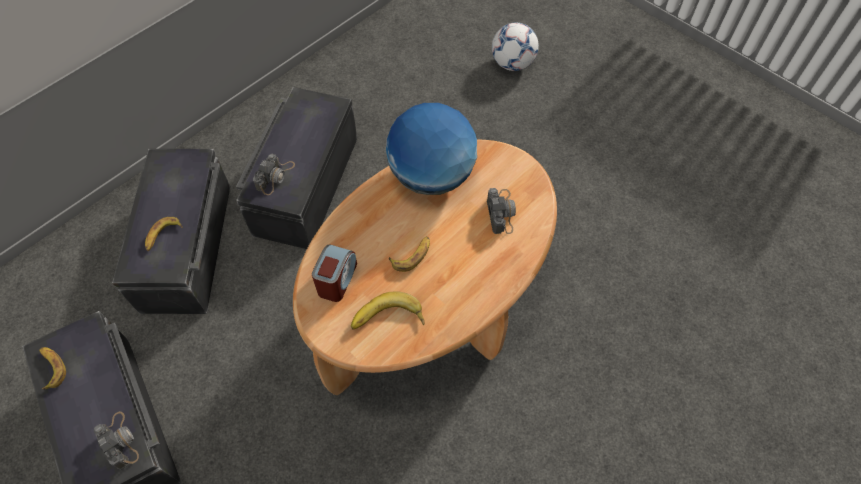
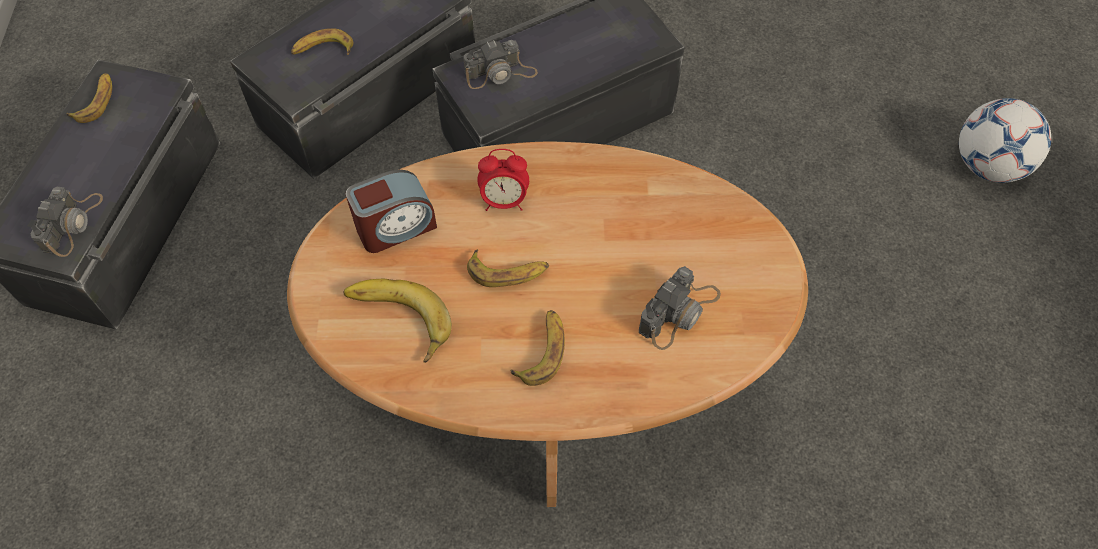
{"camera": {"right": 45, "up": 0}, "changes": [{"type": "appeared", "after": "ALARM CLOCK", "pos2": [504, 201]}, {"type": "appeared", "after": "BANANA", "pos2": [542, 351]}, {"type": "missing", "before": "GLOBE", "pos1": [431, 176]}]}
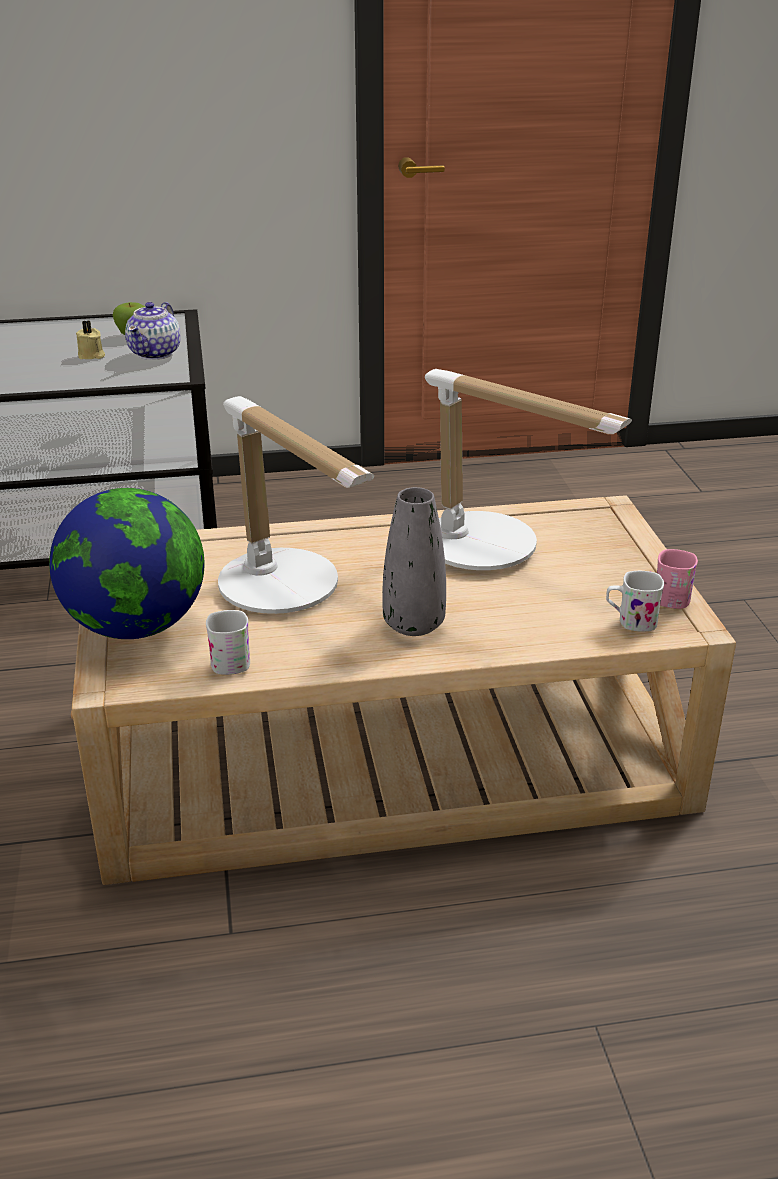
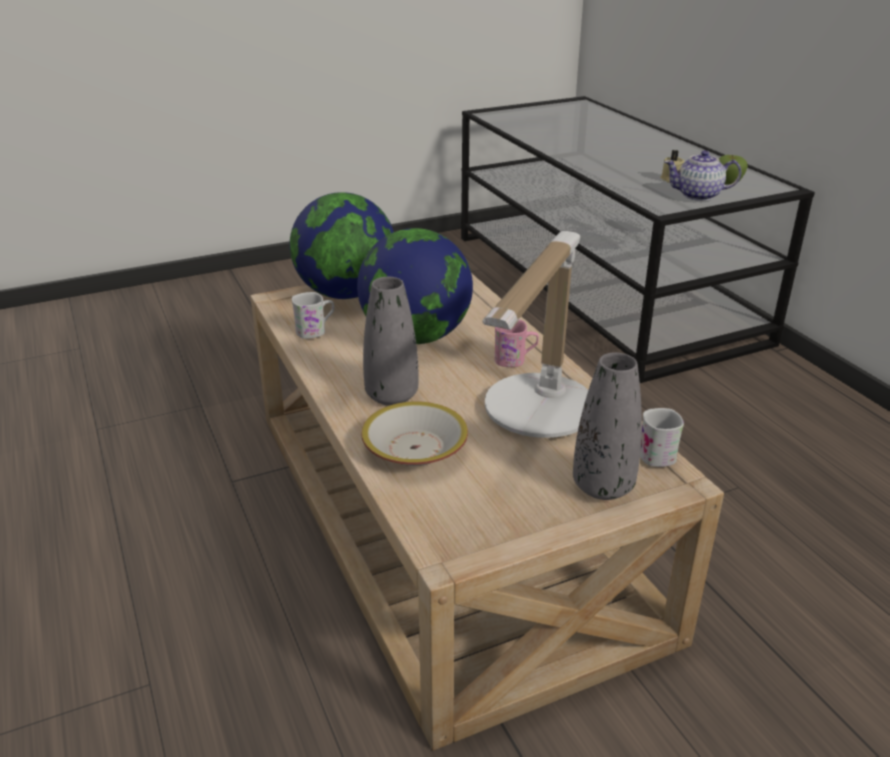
{"camera": {"right": 75, "up": 0}, "changes": [{"type": "exchanged", "before": "TABLE LAMP", "after": "GLOBE", "pos1": [287, 593], "pos2": [416, 337]}, {"type": "appeared", "after": "BOWL", "pos2": [414, 449]}, {"type": "relocated", "before": "PINK MUG", "pos1": [672, 595], "pos2": [515, 360]}, {"type": "appeared", "after": "GREY VASE", "pos2": [603, 486]}, {"type": "relocated", "before": "WHITE MUG", "pos1": [630, 621], "pos2": [654, 452]}]}
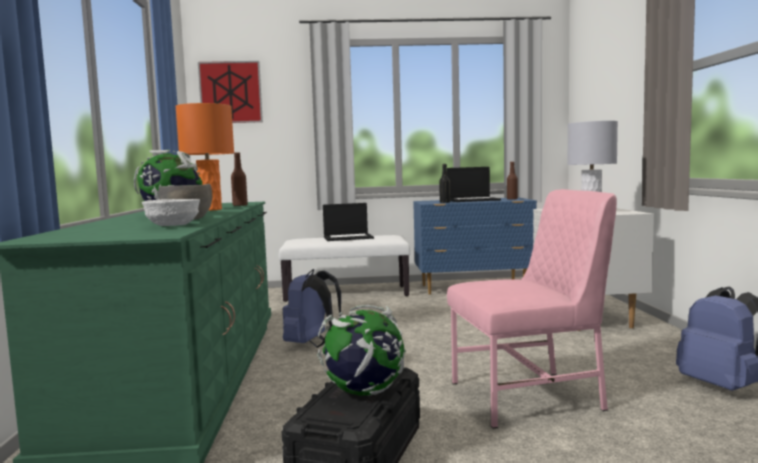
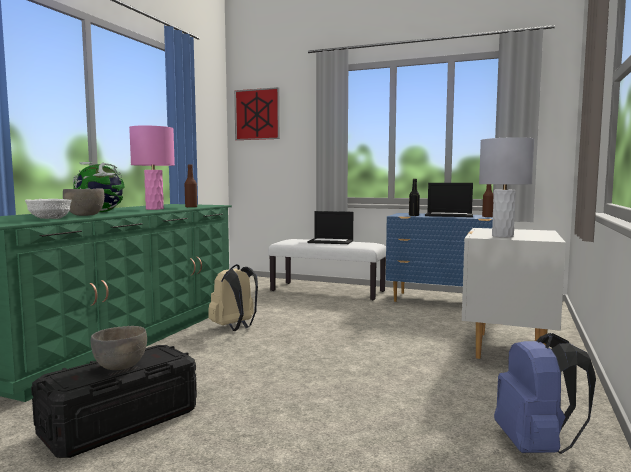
{"camera": {"right": 25, "up": 0}, "changes": [{"type": "exchanged", "before": "GLOBE", "after": "GREY BOWL", "pos1": [363, 392], "pos2": [121, 367]}, {"type": "colour", "before": "ORANGE TABLE LAMP", "after": "PINK TABLE LAMP", "pos1": [211, 209], "pos2": [155, 209]}, {"type": "colour", "before": "BLUE BACKPACK", "after": "BEIGE BACKPACK", "pos1": [311, 344], "pos2": [235, 327]}, {"type": "missing", "before": "PINK CHAIR", "pos1": [528, 396]}]}
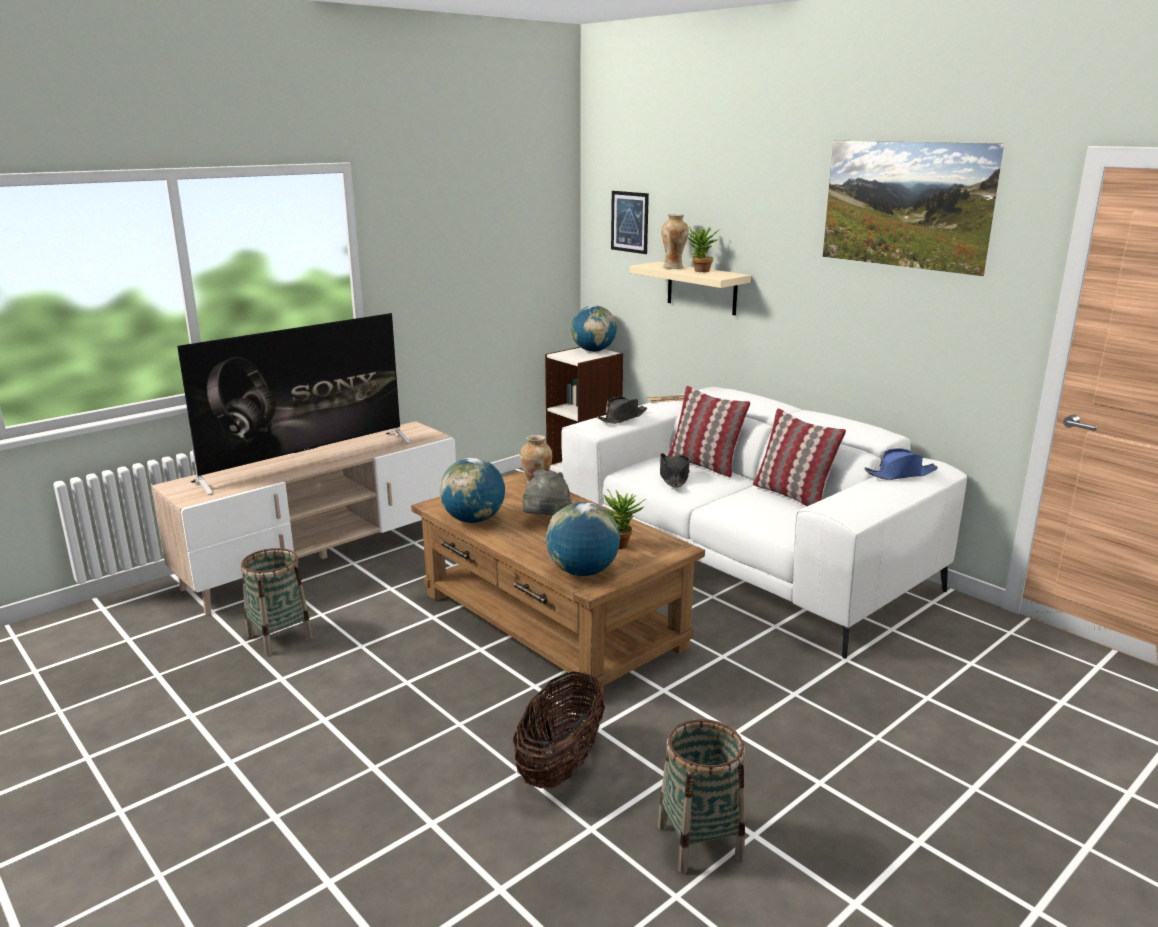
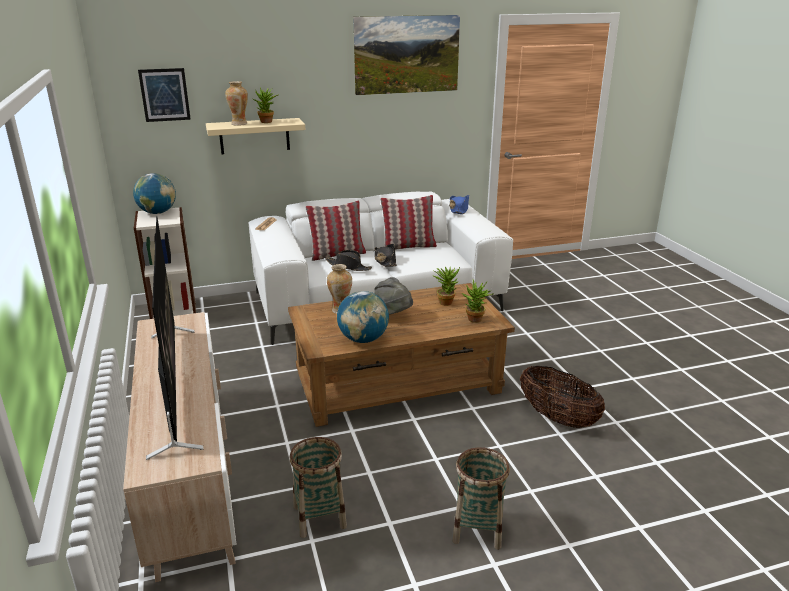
{"camera": {"right": -65, "up": 5}, "changes": [{"type": "relocated", "before": "BLACK HAT", "pos1": [622, 418], "pos2": [385, 261]}, {"type": "relocated", "before": "BASKET", "pos1": [699, 842], "pos2": [478, 529]}, {"type": "exchanged", "before": "GLOBE", "after": "POTTED PLANT", "pos1": [582, 572], "pos2": [475, 320]}]}
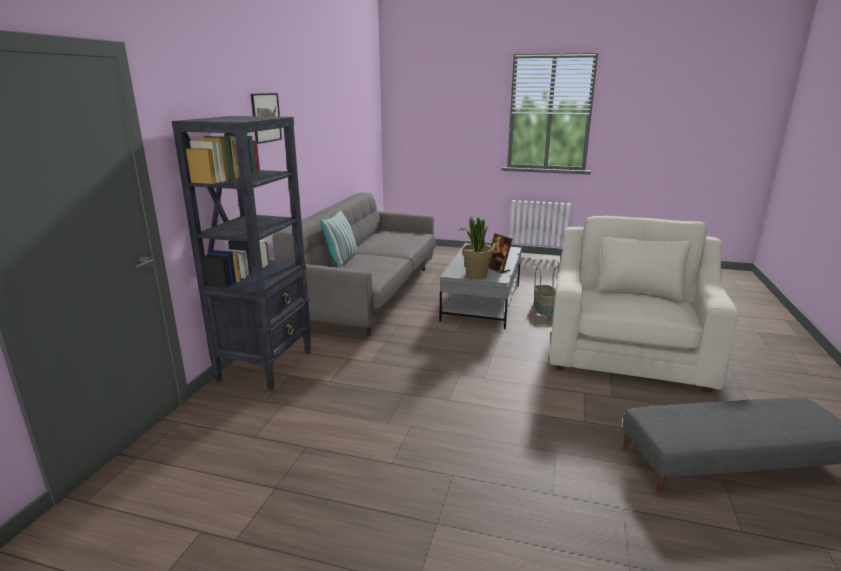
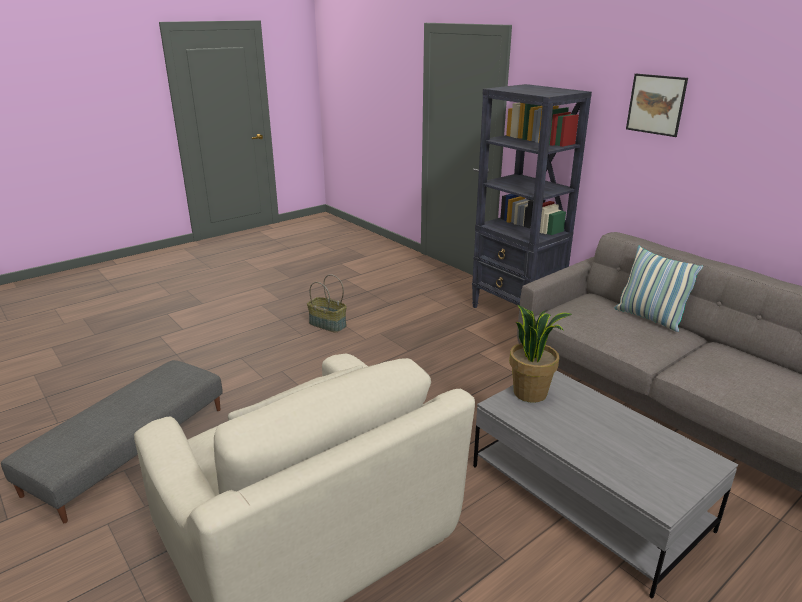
{"camera": {"right": 125, "up": 5}, "changes": [{"type": "relocated", "before": "BASKET", "pos1": [545, 309], "pos2": [327, 324]}, {"type": "missing", "before": "PICTURE FRAME", "pos1": [498, 269]}]}
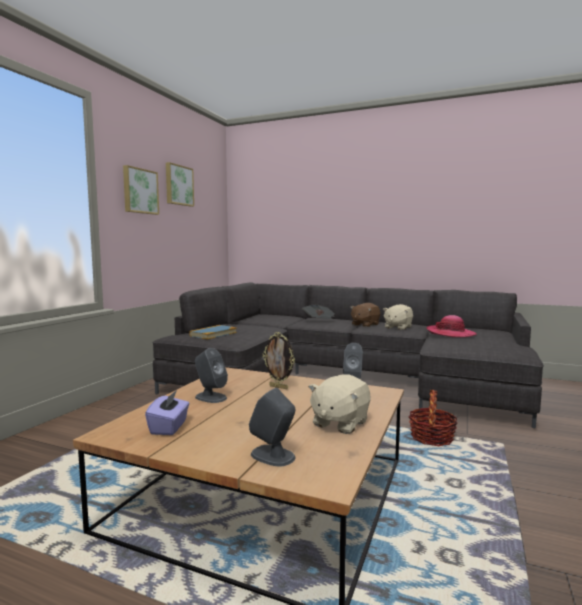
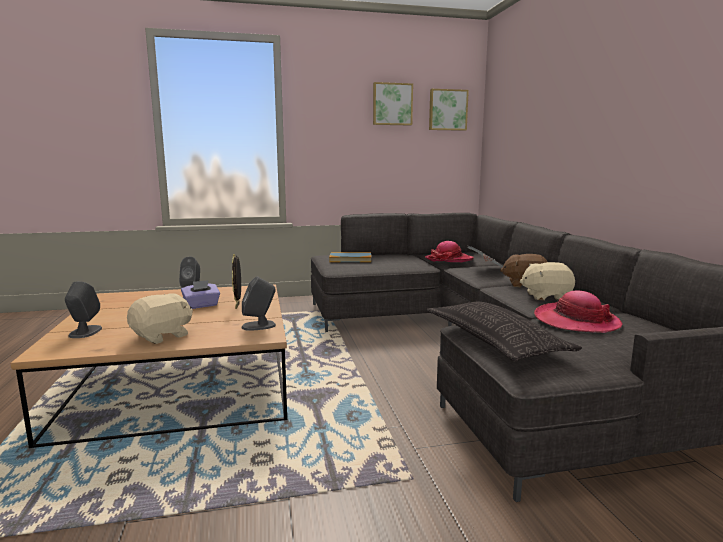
{"camera": {"right": 55, "up": 5}, "changes": [{"type": "spun", "before": "BEIGE PLUSH TOY", "pos1": [339, 423], "pos2": [162, 336], "turn": 135}, {"type": "relocated", "before": "PURPLE TISSUE BOX", "pos1": [169, 427], "pos2": [201, 305]}, {"type": "appeared", "after": "HAT", "pos2": [448, 259]}, {"type": "appeared", "after": "PILLOW", "pos2": [494, 340]}, {"type": "relocated", "before": "PICTURE", "pos1": [140, 191], "pos2": [447, 110]}, {"type": "missing", "before": "BASKET", "pos1": [431, 438]}]}
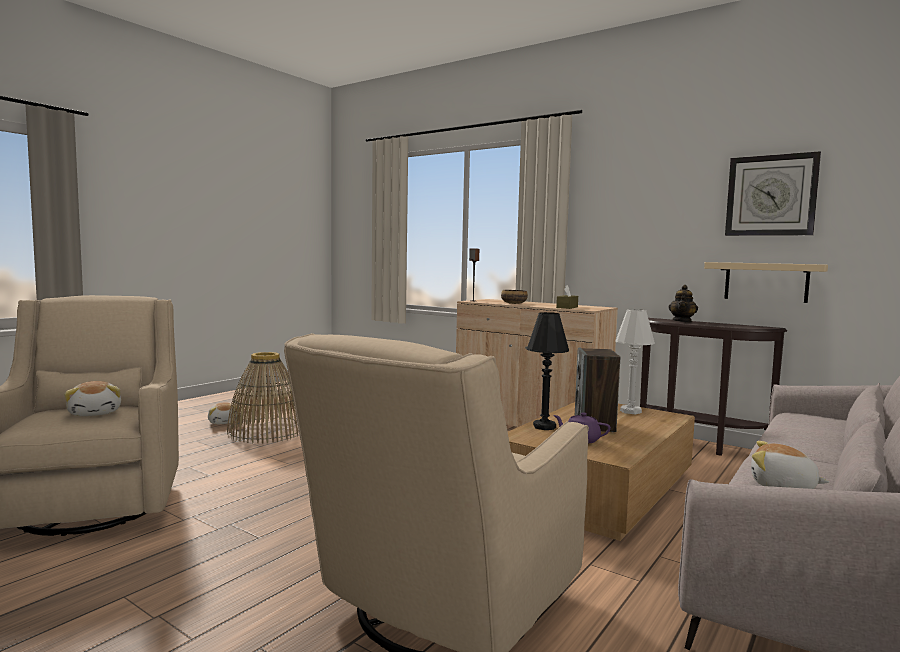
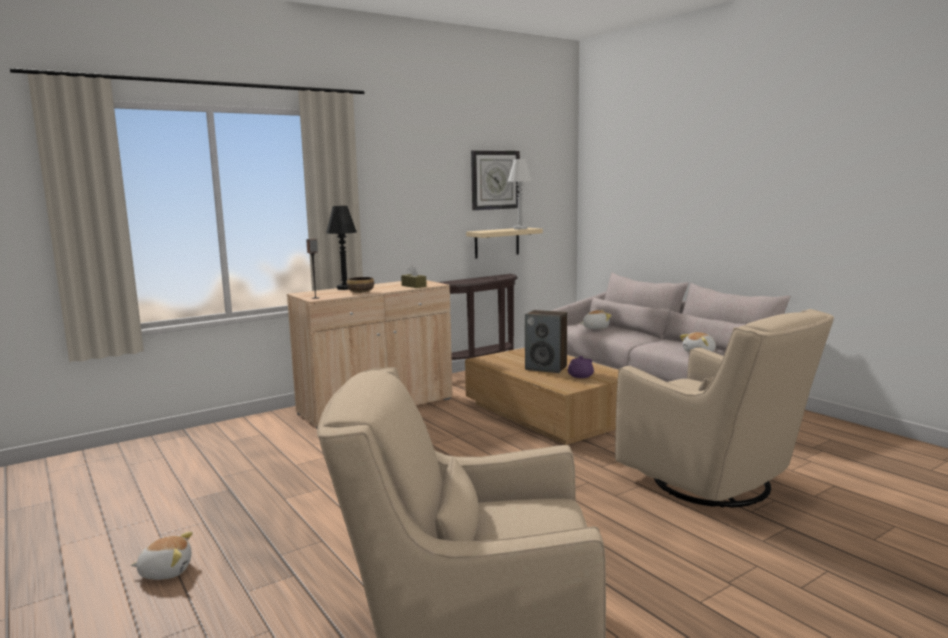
{"camera": {"right": -70, "up": 5}, "changes": [{"type": "relocated", "before": "BLACK TABLE LAMP", "pos1": [544, 427], "pos2": [344, 288]}, {"type": "relocated", "before": "WHITE TABLE LAMP", "pos1": [630, 411], "pos2": [520, 228]}, {"type": "relocated", "before": "PLUSH TOY", "pos1": [96, 413], "pos2": [595, 328]}, {"type": "missing", "before": "BASKET", "pos1": [266, 432]}, {"type": "missing", "before": "TEAPOT", "pos1": [682, 321]}]}
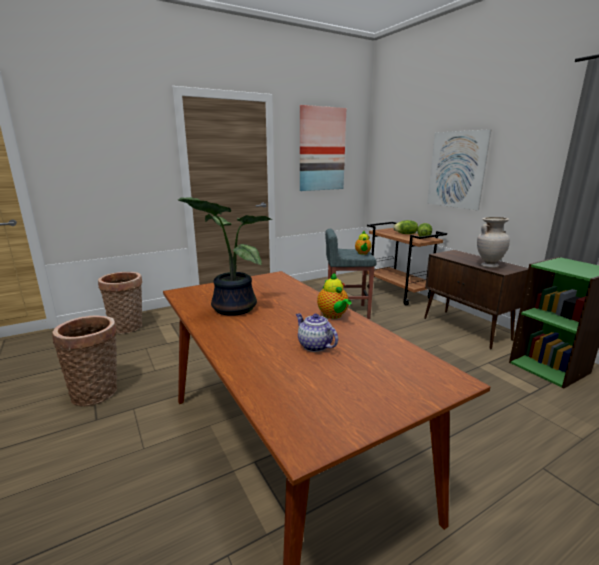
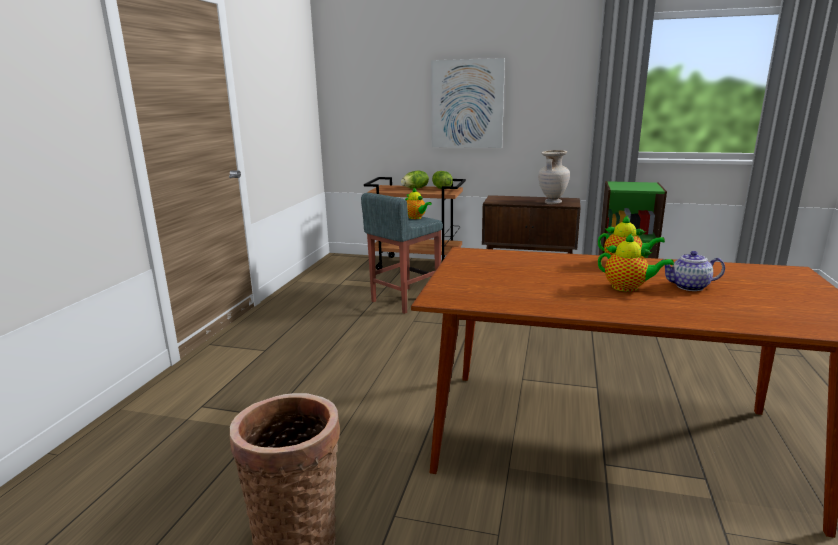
{"camera": {"right": -45, "up": 0}, "changes": [{"type": "appeared", "after": "TEAPOT", "pos2": [628, 288]}, {"type": "missing", "before": "BASKET", "pos1": [128, 327]}, {"type": "missing", "before": "POTTED PLANT", "pos1": [231, 308]}, {"type": "missing", "before": "PICTURE", "pos1": [322, 149]}]}
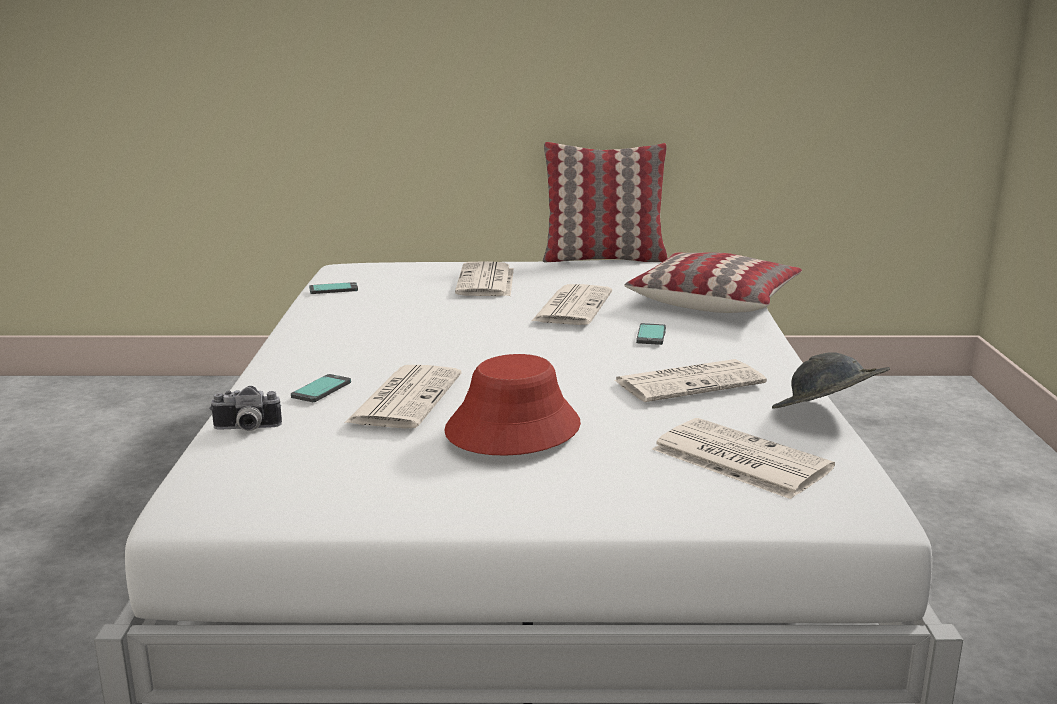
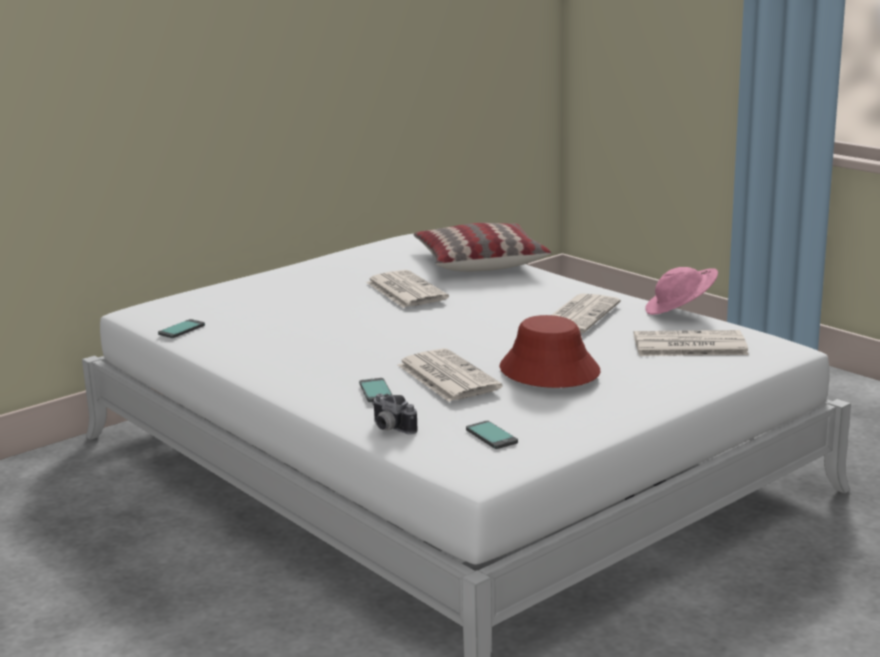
{"camera": {"right": -40, "up": 0}, "changes": [{"type": "spun", "before": "PHOTO CAMERA", "pos1": [246, 429], "pos2": [389, 429], "turn": 90}, {"type": "relocated", "before": "PHONE", "pos1": [651, 335], "pos2": [492, 436]}, {"type": "colour", "before": "GREY HAT", "after": "PINK HAT", "pos1": [826, 416], "pos2": [680, 311]}, {"type": "missing", "before": "NEWSPAPER", "pos1": [486, 282]}, {"type": "missing", "before": "PILLOW", "pos1": [603, 258]}]}
